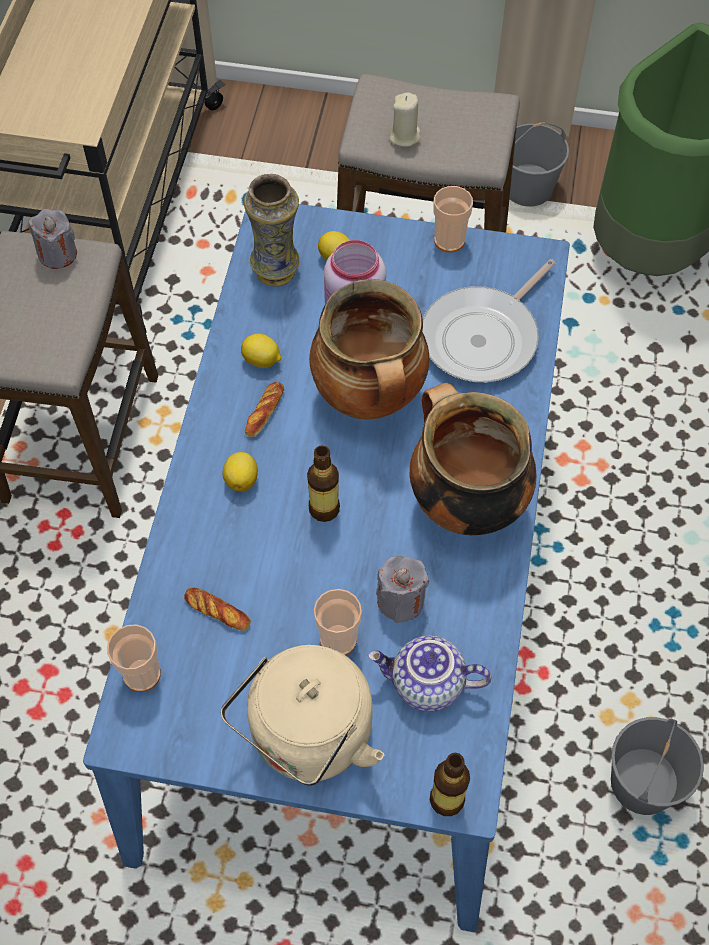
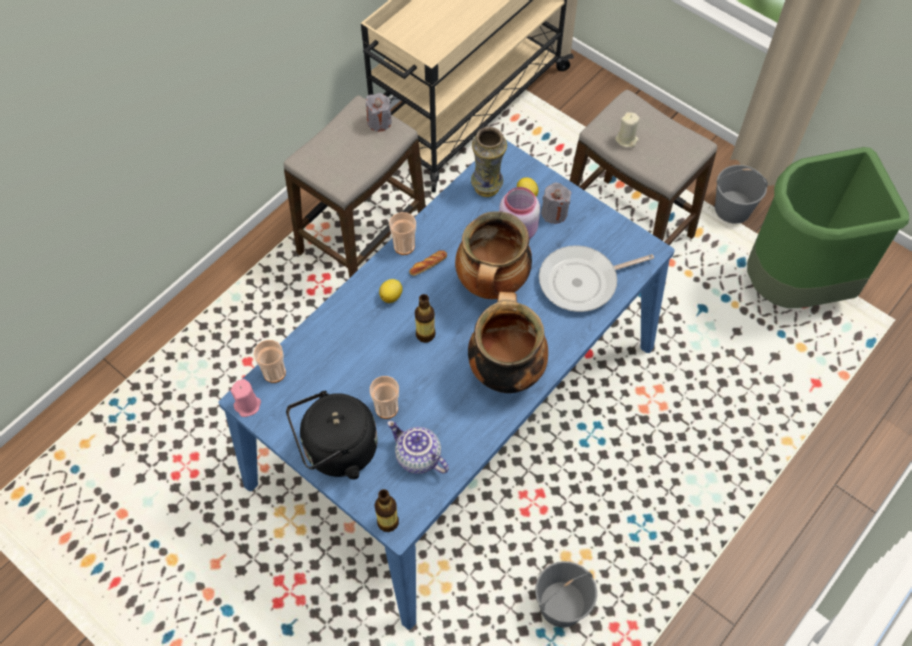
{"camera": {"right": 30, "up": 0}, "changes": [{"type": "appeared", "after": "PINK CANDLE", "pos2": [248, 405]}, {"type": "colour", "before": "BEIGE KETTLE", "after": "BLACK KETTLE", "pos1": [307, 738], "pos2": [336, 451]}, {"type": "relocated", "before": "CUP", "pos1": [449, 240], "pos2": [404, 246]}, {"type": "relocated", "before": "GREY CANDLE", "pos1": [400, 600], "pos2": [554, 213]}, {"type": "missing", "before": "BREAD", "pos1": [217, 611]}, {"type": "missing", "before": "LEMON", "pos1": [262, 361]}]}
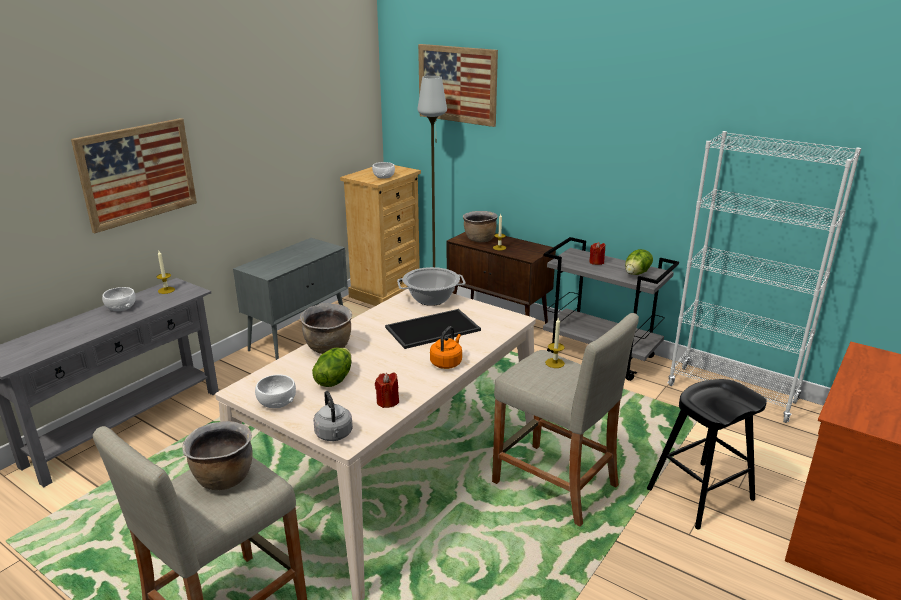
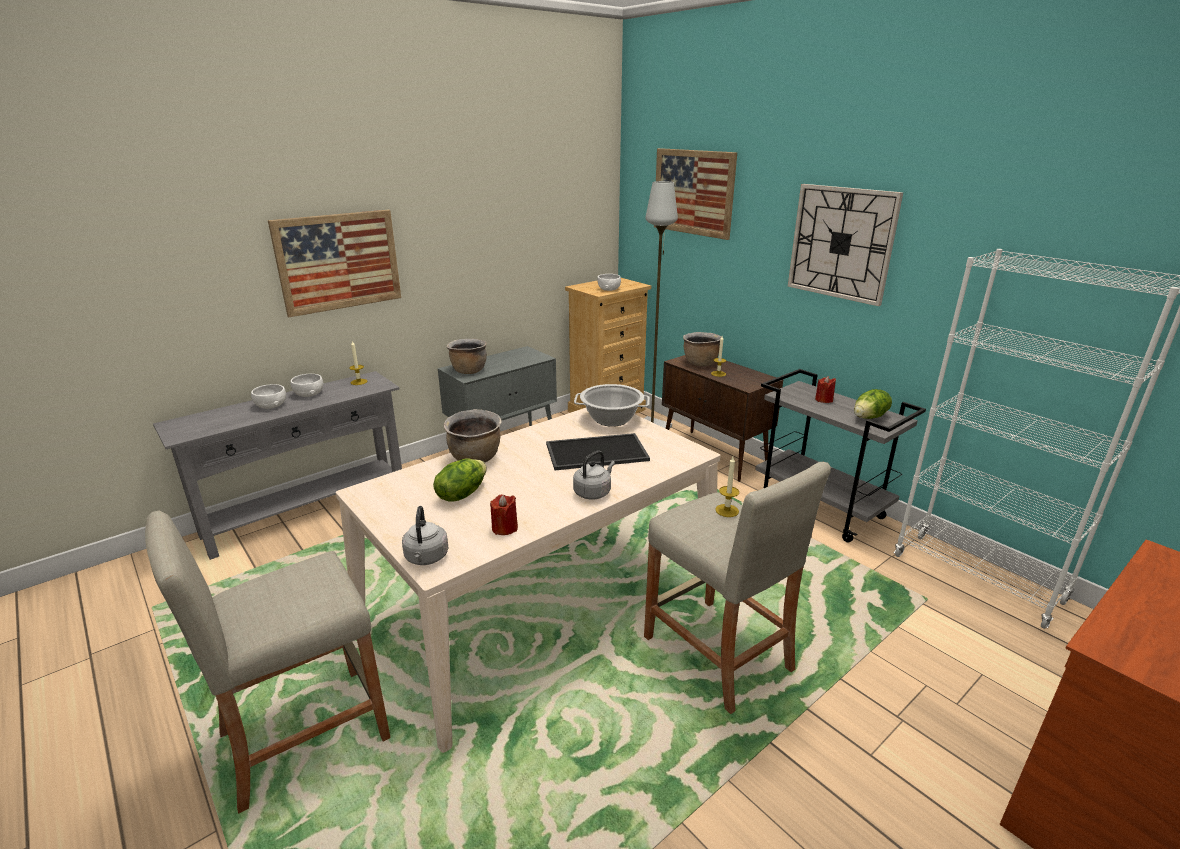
{"camera": {"right": 15, "up": 0}, "changes": [{"type": "relocated", "before": "WHITE BOWL", "pos1": [276, 402], "pos2": [271, 405]}, {"type": "relocated", "before": "BROWN COOKING POT", "pos1": [223, 478], "pos2": [468, 371]}, {"type": "colour", "before": "ORANGE KETTLE", "after": "GREY KETTLE", "pos1": [447, 362], "pos2": [593, 492]}, {"type": "appeared", "after": "WALL CLOCK", "pos2": [841, 243]}, {"type": "missing", "before": "BLACK STOOL", "pos1": [700, 494]}]}
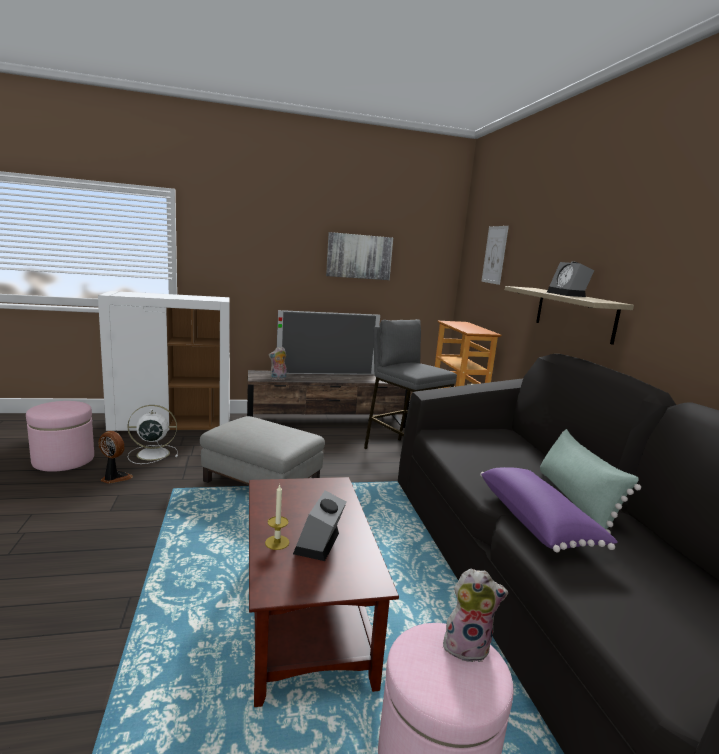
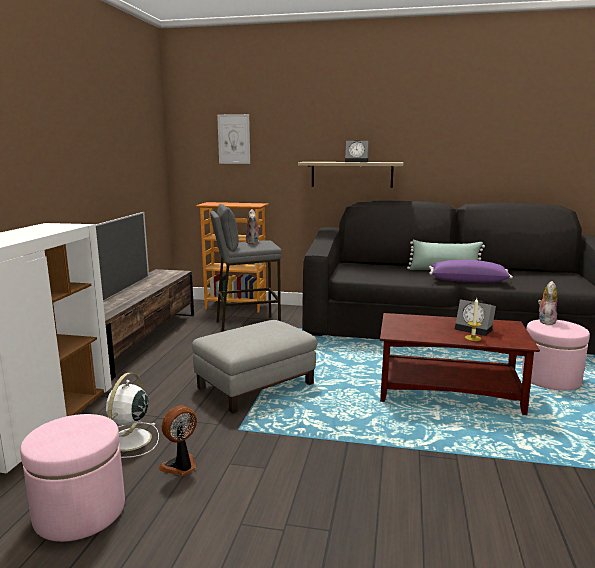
{"camera": {"right": -65, "up": 0}, "changes": [{"type": "relocated", "before": "PLUSH TOY", "pos1": [278, 379], "pos2": [253, 242]}, {"type": "missing", "before": "PICTURE", "pos1": [359, 256]}]}
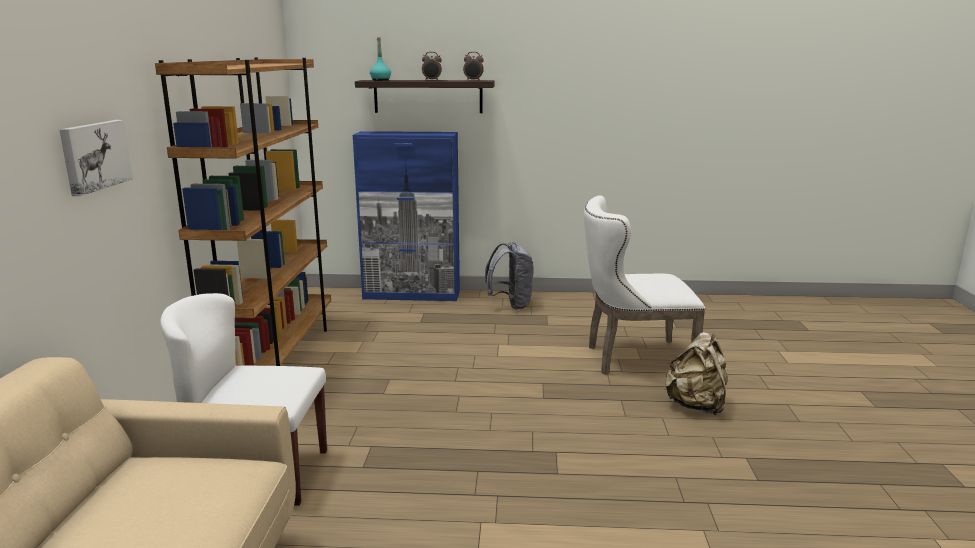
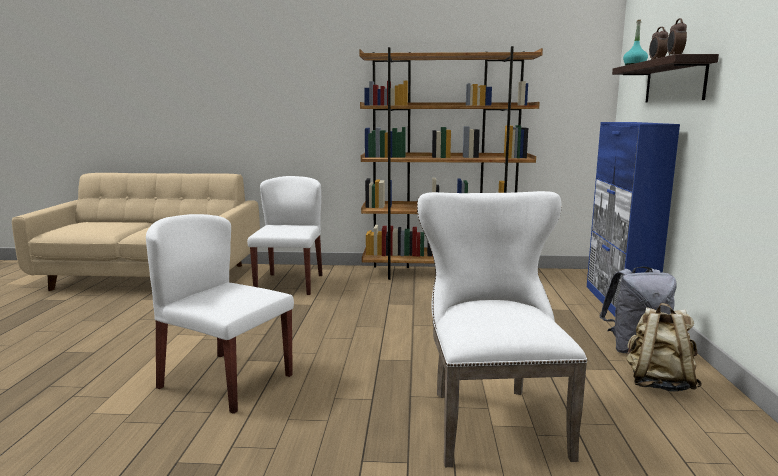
{"camera": {"right": 90, "up": -5}, "changes": [{"type": "appeared", "after": "WHITE CHAIR", "pos2": [225, 381]}, {"type": "relocated", "before": "BEIGE BACKPACK", "pos1": [696, 405], "pos2": [658, 383]}, {"type": "missing", "before": "PICTURE", "pos1": [94, 156]}]}
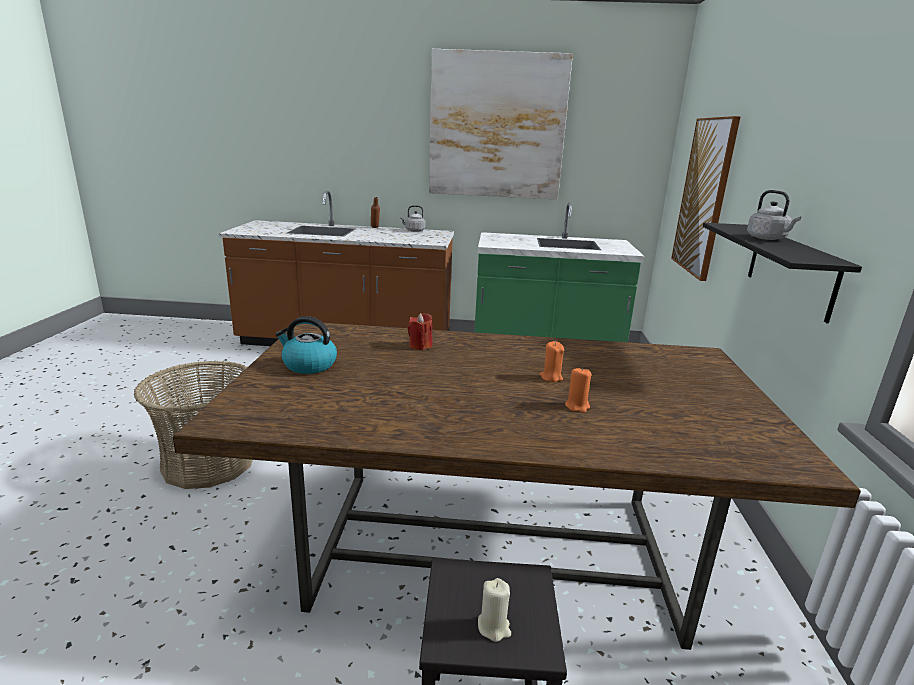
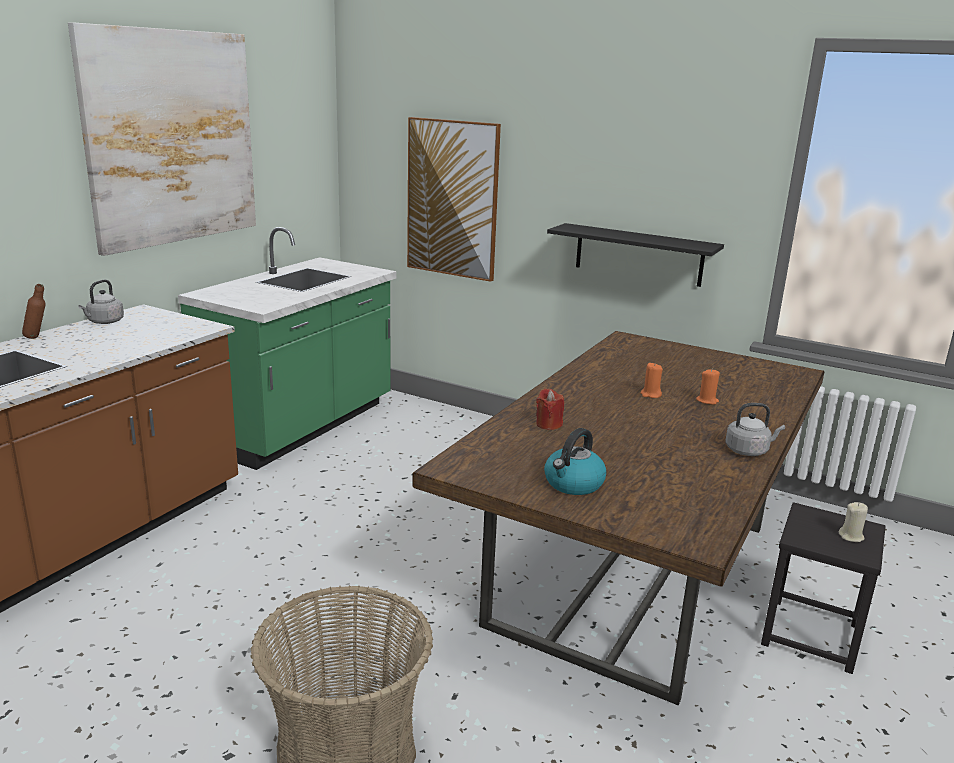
{"camera": {"right": -65, "up": 0}, "changes": [{"type": "relocated", "before": "GREY KETTLE", "pos1": [768, 238], "pos2": [748, 451]}]}
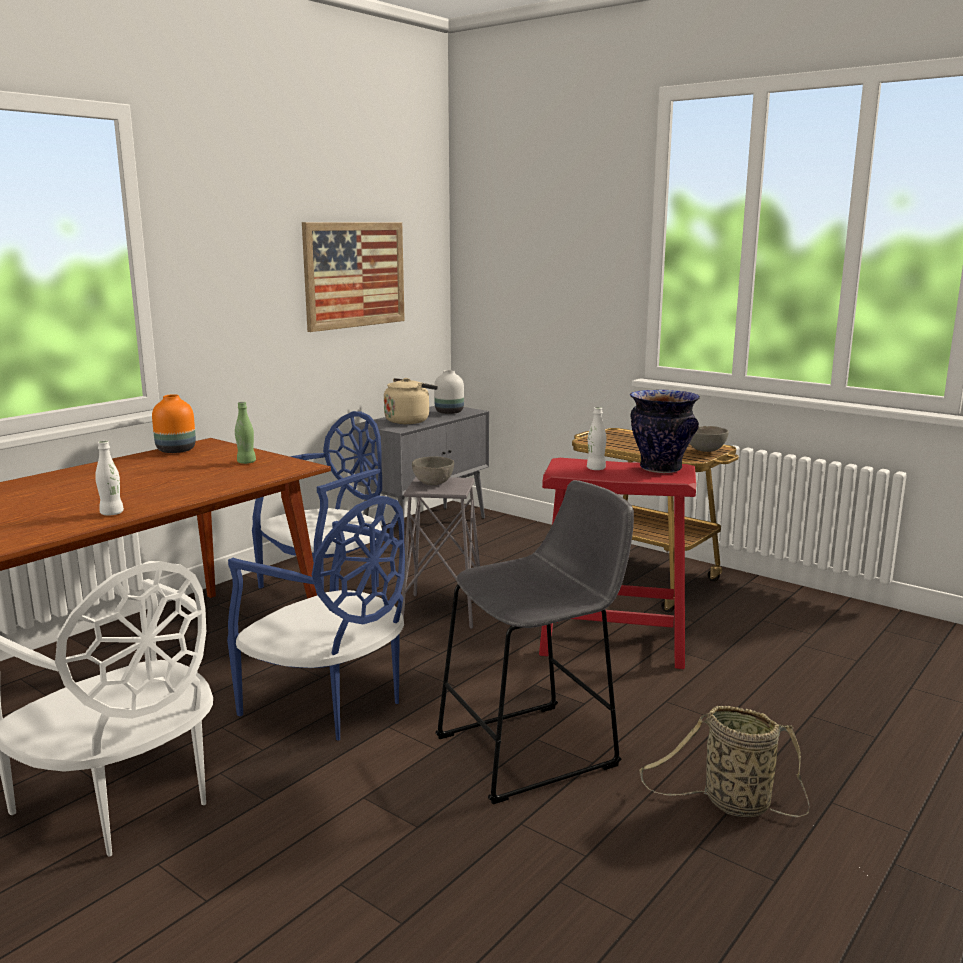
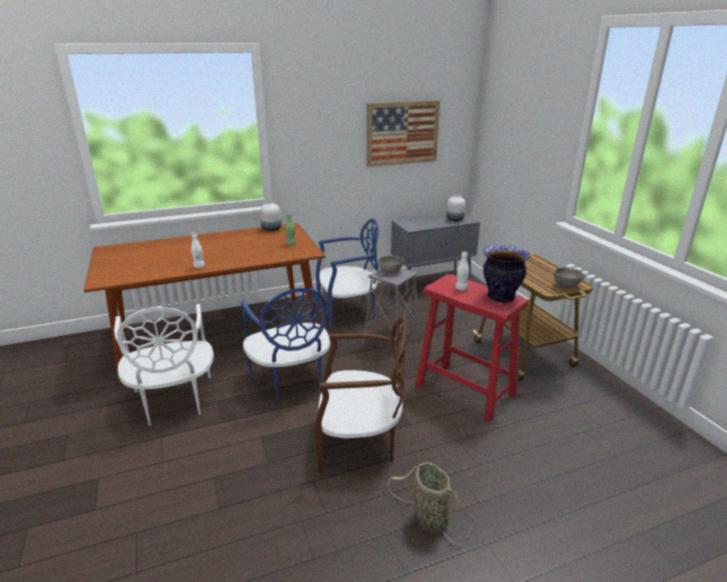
{"camera": {"right": 30, "up": 10}, "changes": [{"type": "colour", "before": "ORANGE VASE", "after": "WHITE VASE", "pos1": [175, 450], "pos2": [271, 229]}, {"type": "exchanged", "before": "GREY STOOL", "after": "BROWN CHAIR", "pos1": [536, 749], "pos2": [359, 442]}, {"type": "missing", "before": "BEIGE KETTLE", "pos1": [409, 421]}]}
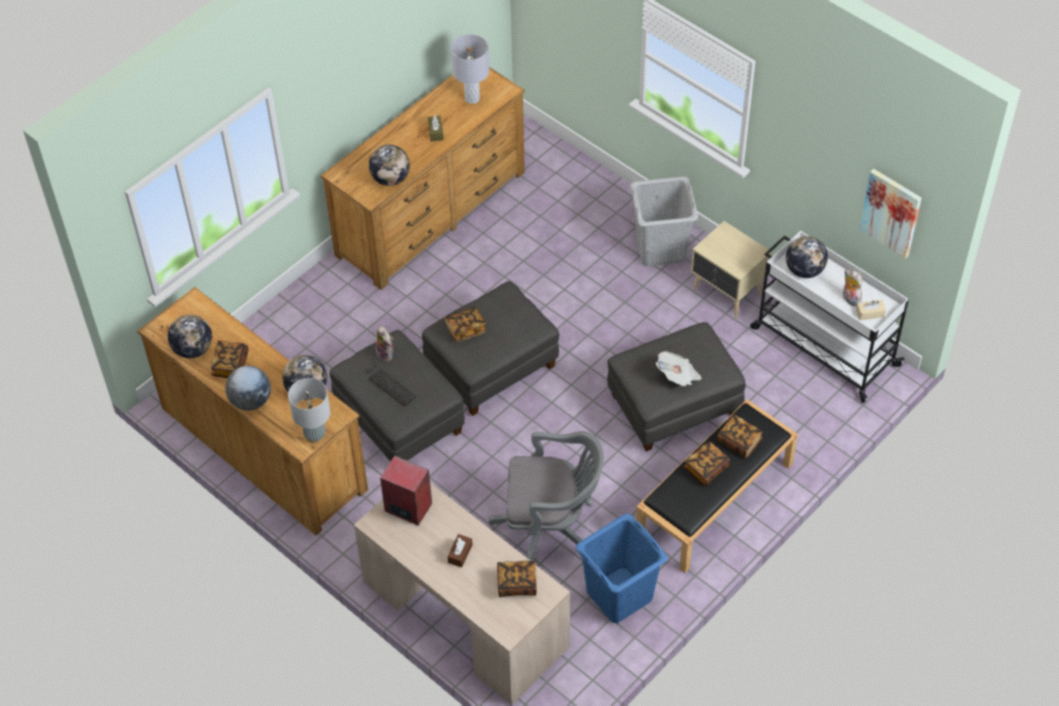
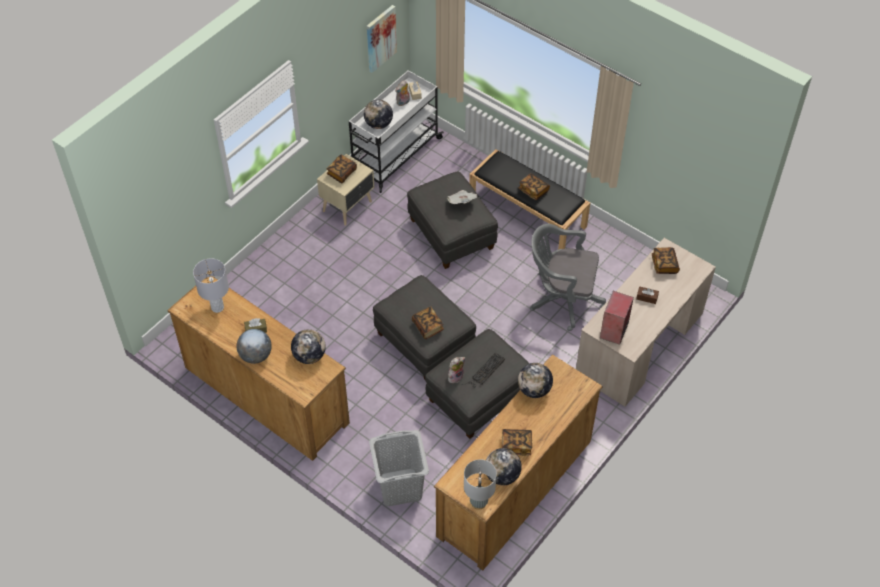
{"camera": {"right": -95, "up": 0}, "changes": [{"type": "relocated", "before": "GLOBE", "pos1": [251, 401], "pos2": [255, 356]}, {"type": "relocated", "before": "BOOK", "pos1": [739, 442], "pos2": [342, 173]}, {"type": "relocated", "before": "GREY LAUNDRY BASKET", "pos1": [661, 249], "pos2": [400, 487]}, {"type": "relocated", "before": "GREY TABLE LAMP", "pos1": [315, 435], "pos2": [478, 502]}, {"type": "spun", "before": "GREY OFFICE CHAIR", "pos1": [550, 527], "pos2": [562, 299], "turn": -75}, {"type": "missing", "before": "BLUE LAUNDRY BASKET", "pos1": [620, 595]}]}
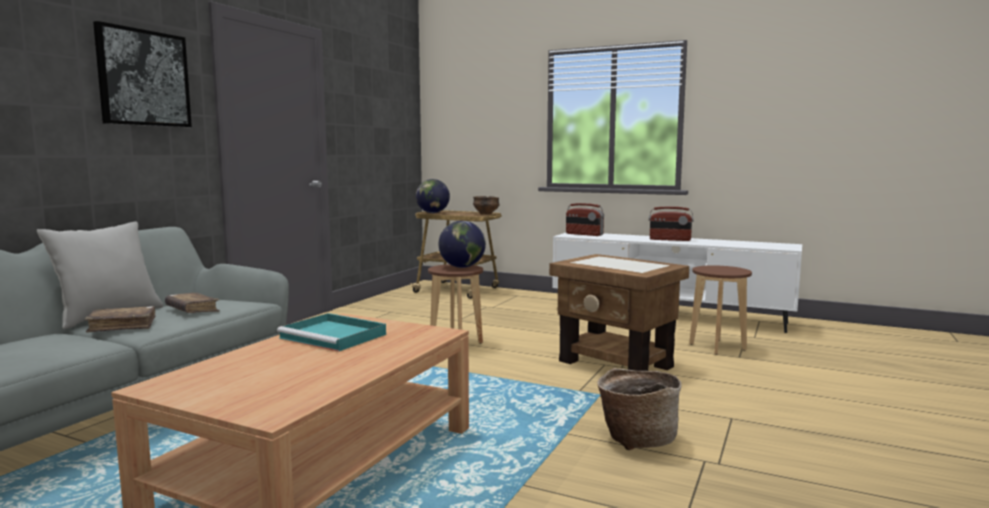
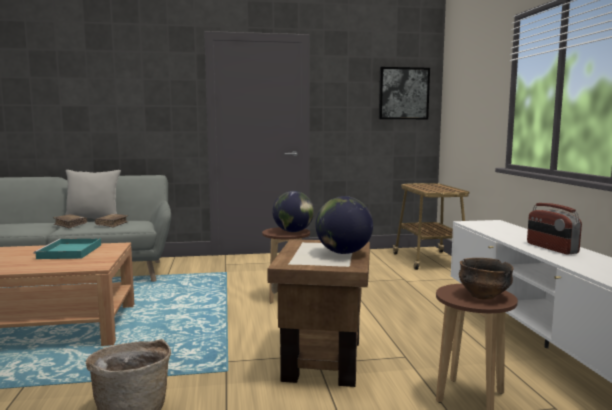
{"camera": {"right": 55, "up": 0}, "changes": [{"type": "relocated", "before": "GLOBE", "pos1": [433, 213], "pos2": [344, 253]}, {"type": "relocated", "before": "PICTURE", "pos1": [143, 78], "pos2": [403, 93]}, {"type": "relocated", "before": "BOWL", "pos1": [486, 213], "pos2": [483, 296]}, {"type": "missing", "before": "RADIO", "pos1": [584, 234]}]}
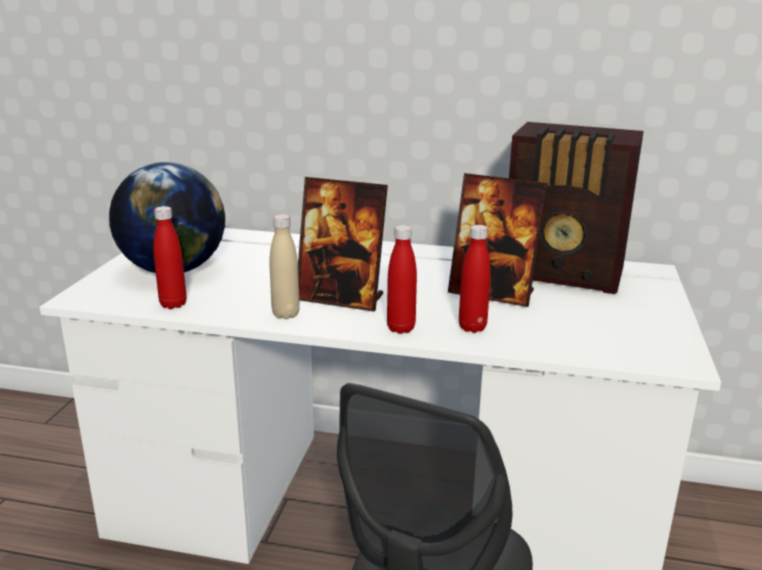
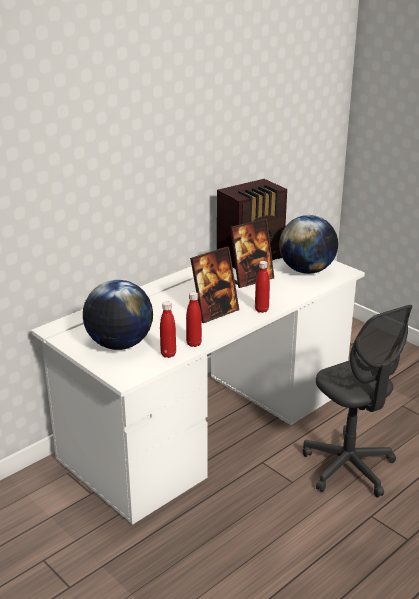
{"camera": {"right": -55, "up": 5}, "changes": [{"type": "relocated", "before": "RED BOTTLE", "pos1": [472, 327], "pos2": [194, 344]}, {"type": "appeared", "after": "GLOBE", "pos2": [307, 270]}, {"type": "missing", "before": "BEIGE BOTTLE", "pos1": [285, 314]}]}
